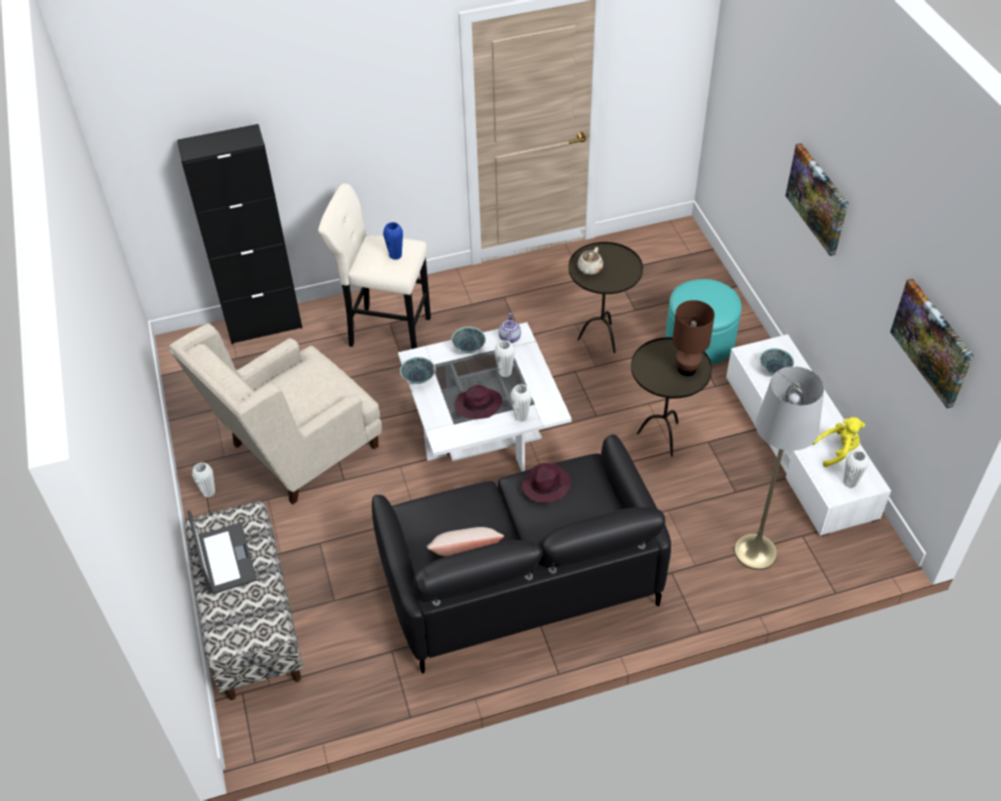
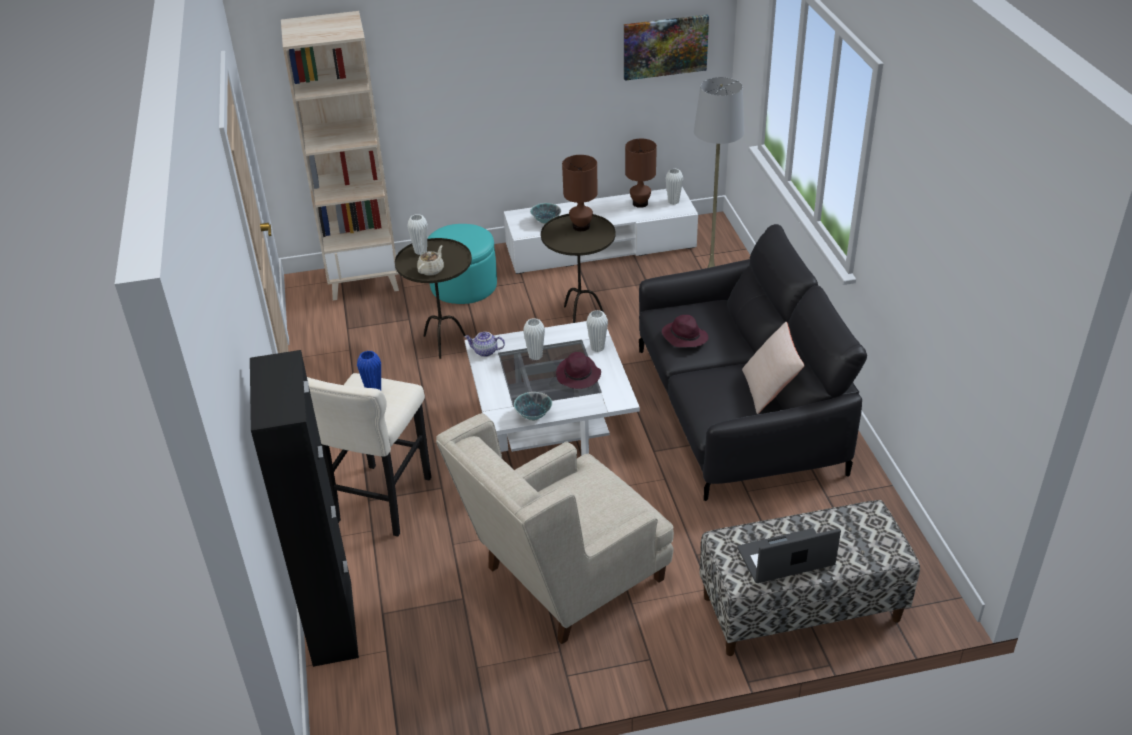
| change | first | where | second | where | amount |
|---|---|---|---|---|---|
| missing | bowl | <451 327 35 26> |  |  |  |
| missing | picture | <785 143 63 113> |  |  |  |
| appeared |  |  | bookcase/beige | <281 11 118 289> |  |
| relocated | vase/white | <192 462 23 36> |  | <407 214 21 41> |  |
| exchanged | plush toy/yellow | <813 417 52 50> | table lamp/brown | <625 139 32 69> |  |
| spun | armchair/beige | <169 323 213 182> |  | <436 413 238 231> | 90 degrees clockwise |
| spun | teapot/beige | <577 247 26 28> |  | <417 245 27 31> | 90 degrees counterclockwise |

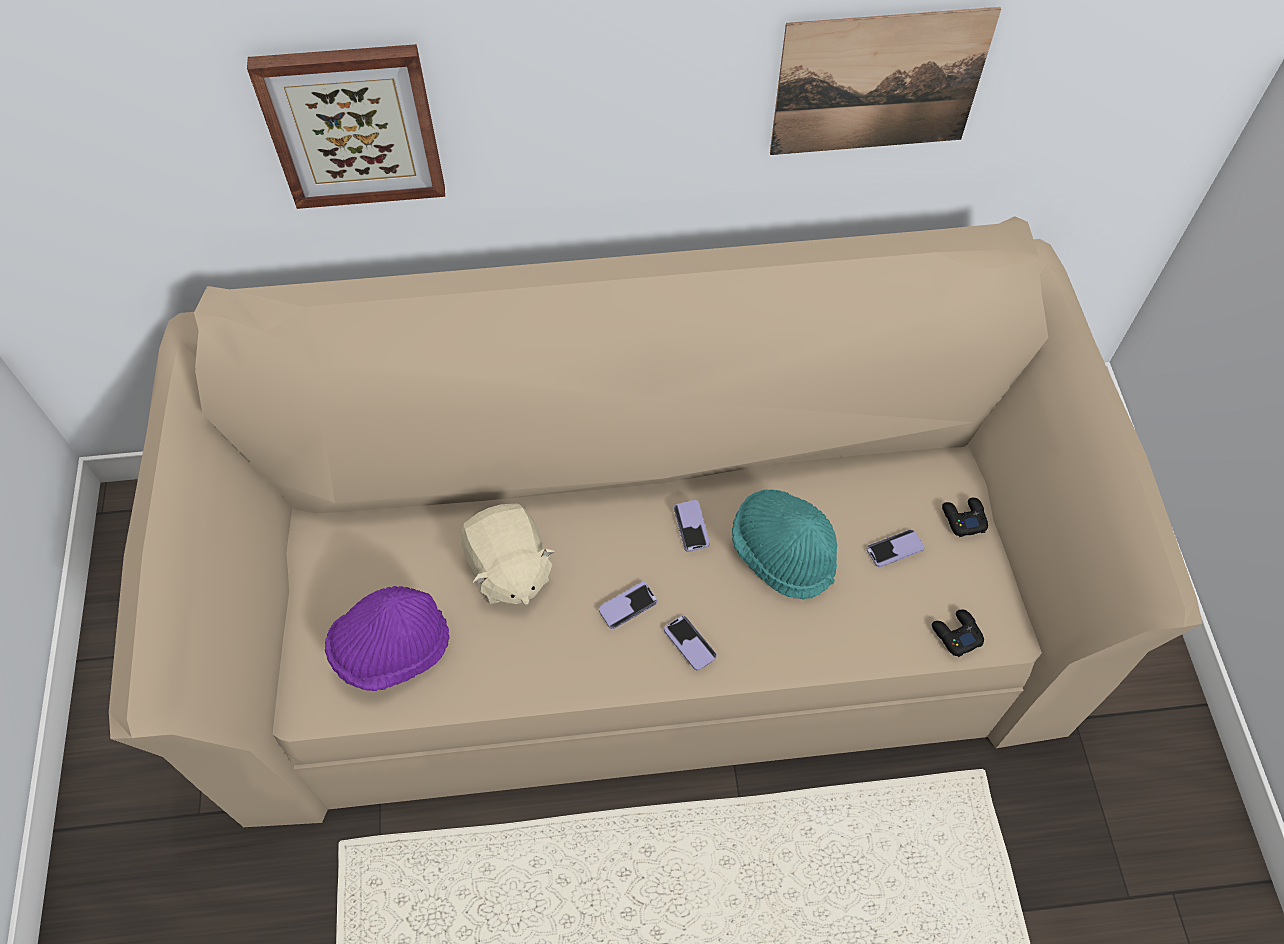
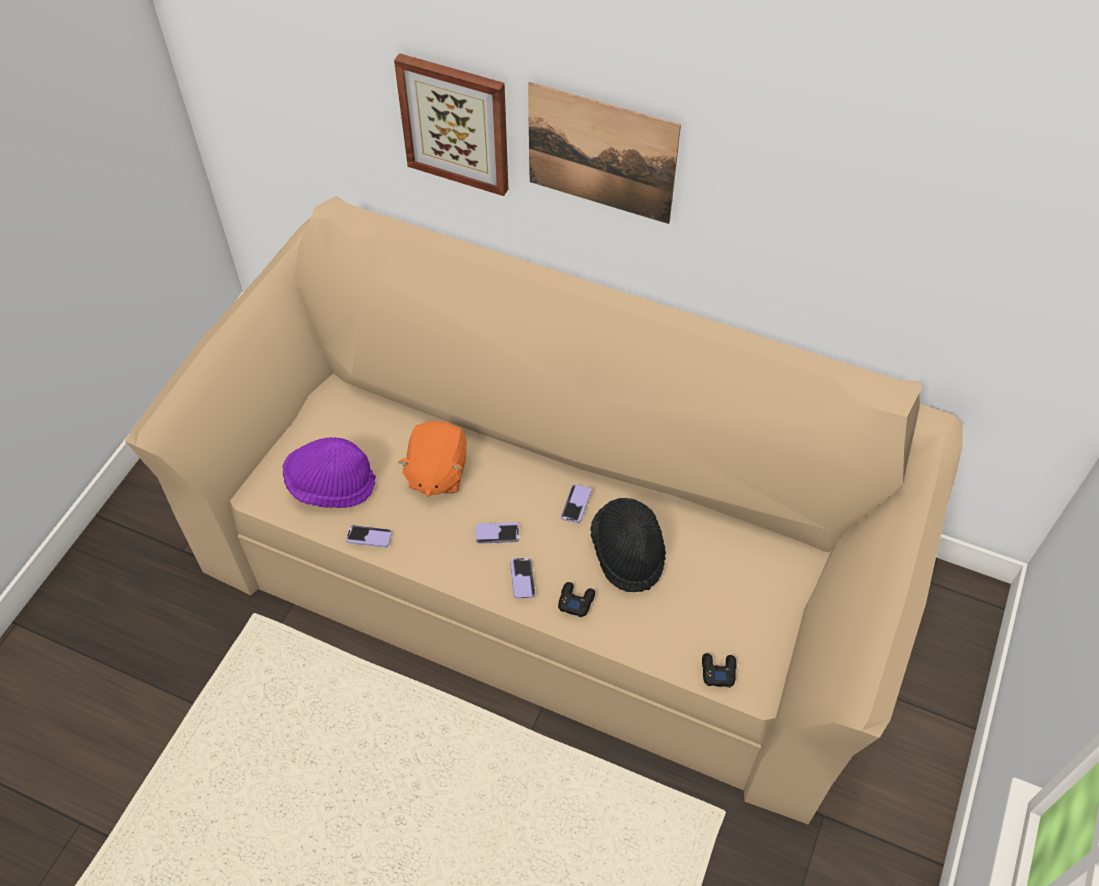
| change | first | where | second | where | amount |
|---|---|---|---|---|---|
| relocated | picture | <770 7 231 148> |  | <528 82 153 142> |  |
| relocated | phone | <866 529 58 38> |  | <346 525 46 22> |  |
| relocated | game controller/black | <942 498 46 39> |  | <558 582 37 35> |  |
| colour | plush toy/beige | <461 504 94 101> | plush toy/orange | <398 421 69 76> |  |
| colour | hat/turquoise | <732 490 105 109> | hat/black | <590 498 76 95> |  |

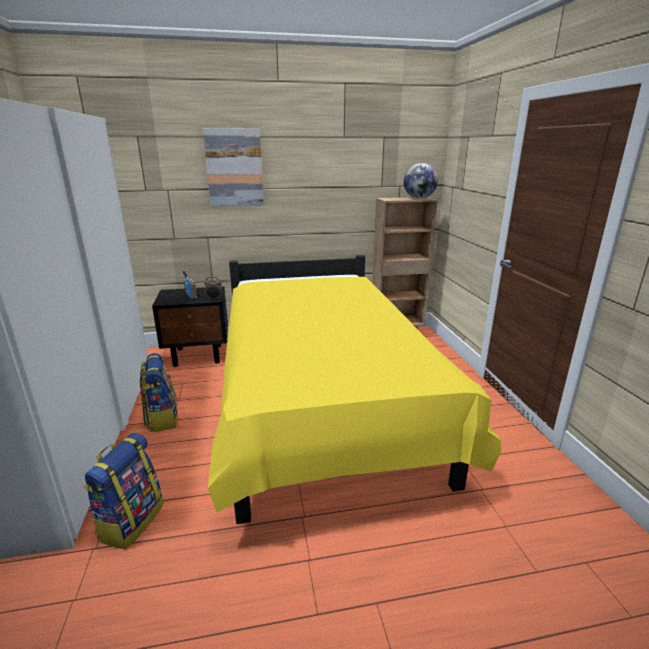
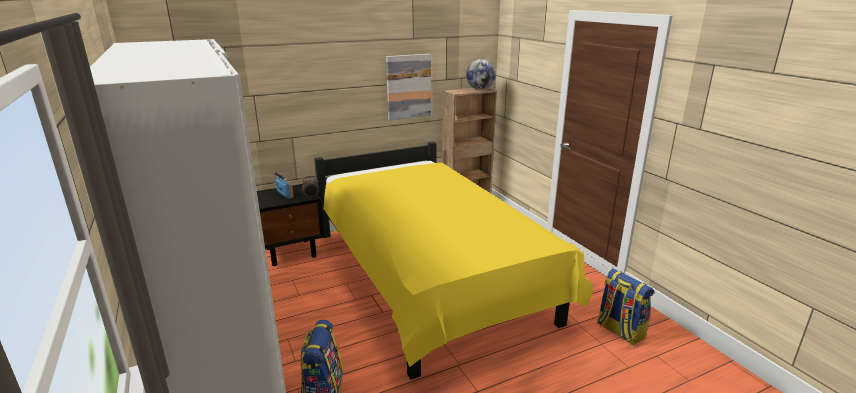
| change | first | where | second | where | amount |
|---|---|---|---|---|---|
| relocated | backpack | <139 353 39 79> |  | <597 269 57 76> |  |
| relocated | picture | <203 128 61 78> |  | <386 54 45 66> |  |

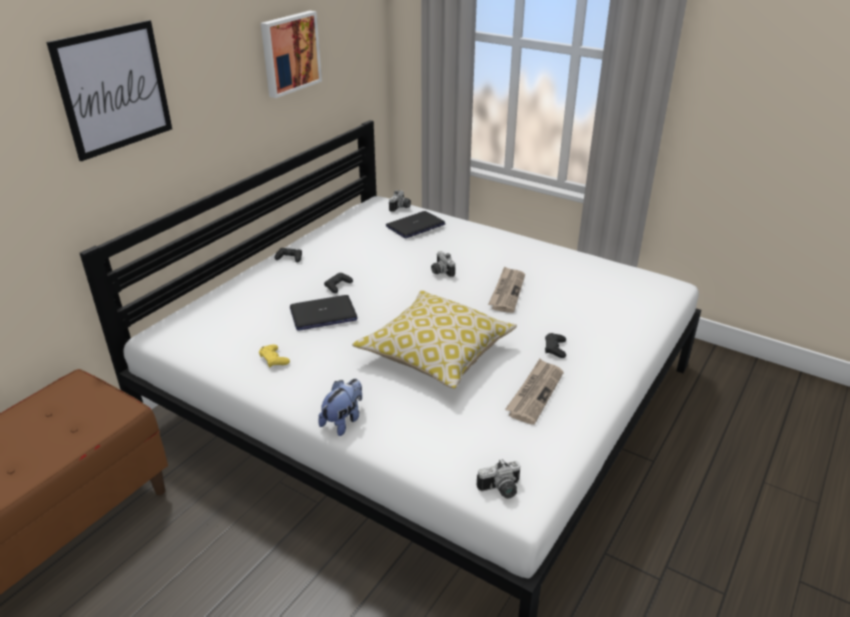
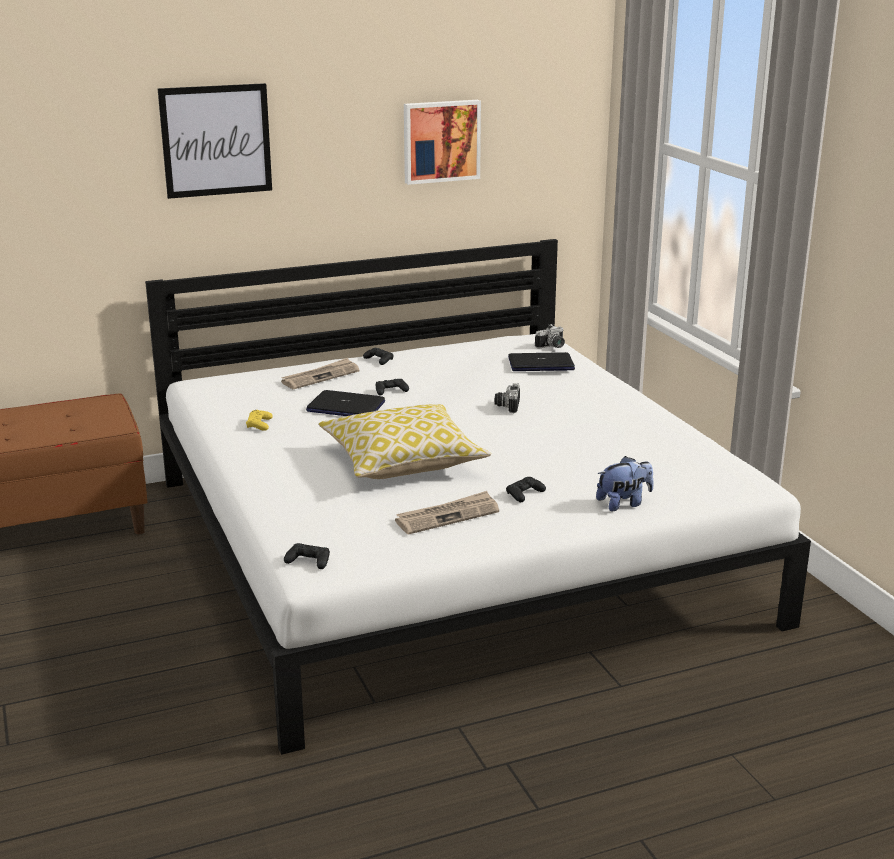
| change | first | where | second | where | amount |
|---|---|---|---|---|---|
| relocated | plush toy | <318 379 44 57> |  | <596 456 58 55> |  |
| relocated | newspaper | <488 266 37 47> |  | <281 358 78 31> |  |
| exchanged | photo camera | <476 459 45 40> | game controller/black | <284 543 46 26> |  |

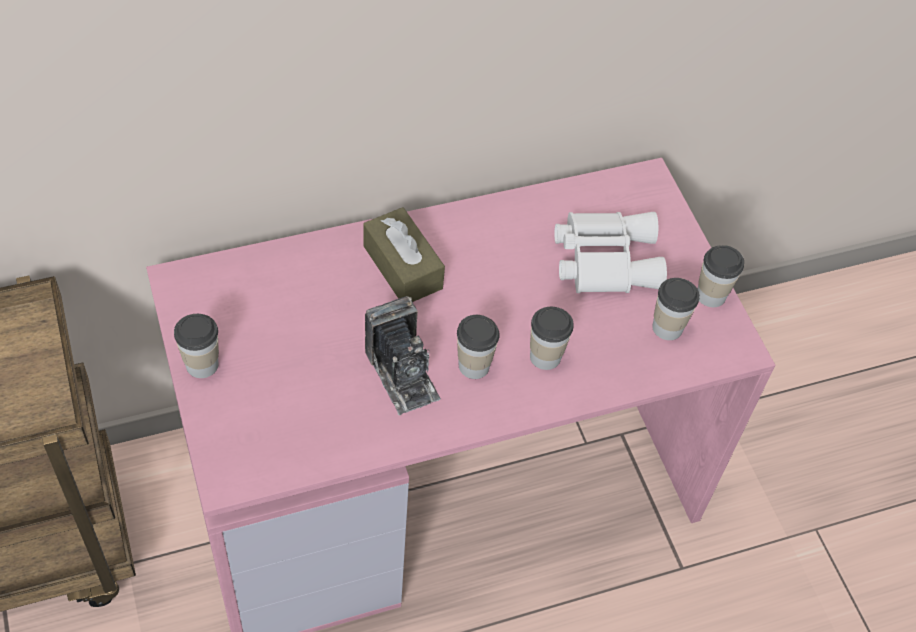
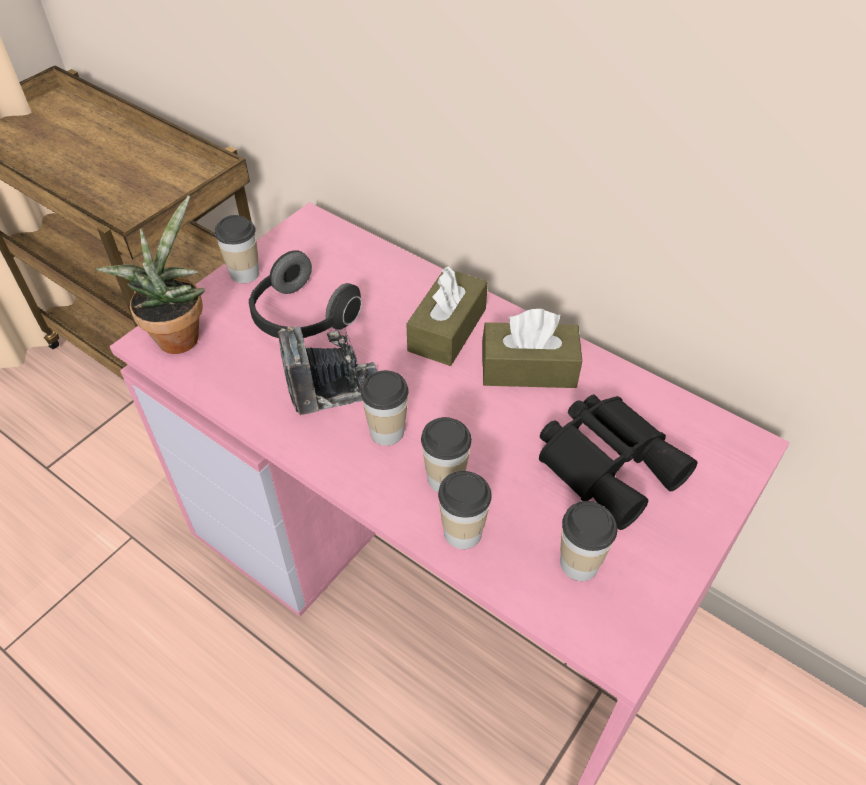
| change | first | where | second | where | amount |
|---|---|---|---|---|---|
| appeared |  |  | potted plant | <96 196 109 158> |  |
| appeared |  |  | headphones | <249 250 113 88> |  |
| appeared |  |  | tissue box/brown | <482 309 100 79> |  |
| relocated | cup | <698 245 46 62> |  | <438 471 54 78> |  |
| colour | binoculars/white | <554 212 113 81> | binoculars/black | <539 395 158 135> |  |
| spun | photo camera | <365 296 76 120> |  | <278 326 100 89> | 135 degrees counterclockwise |

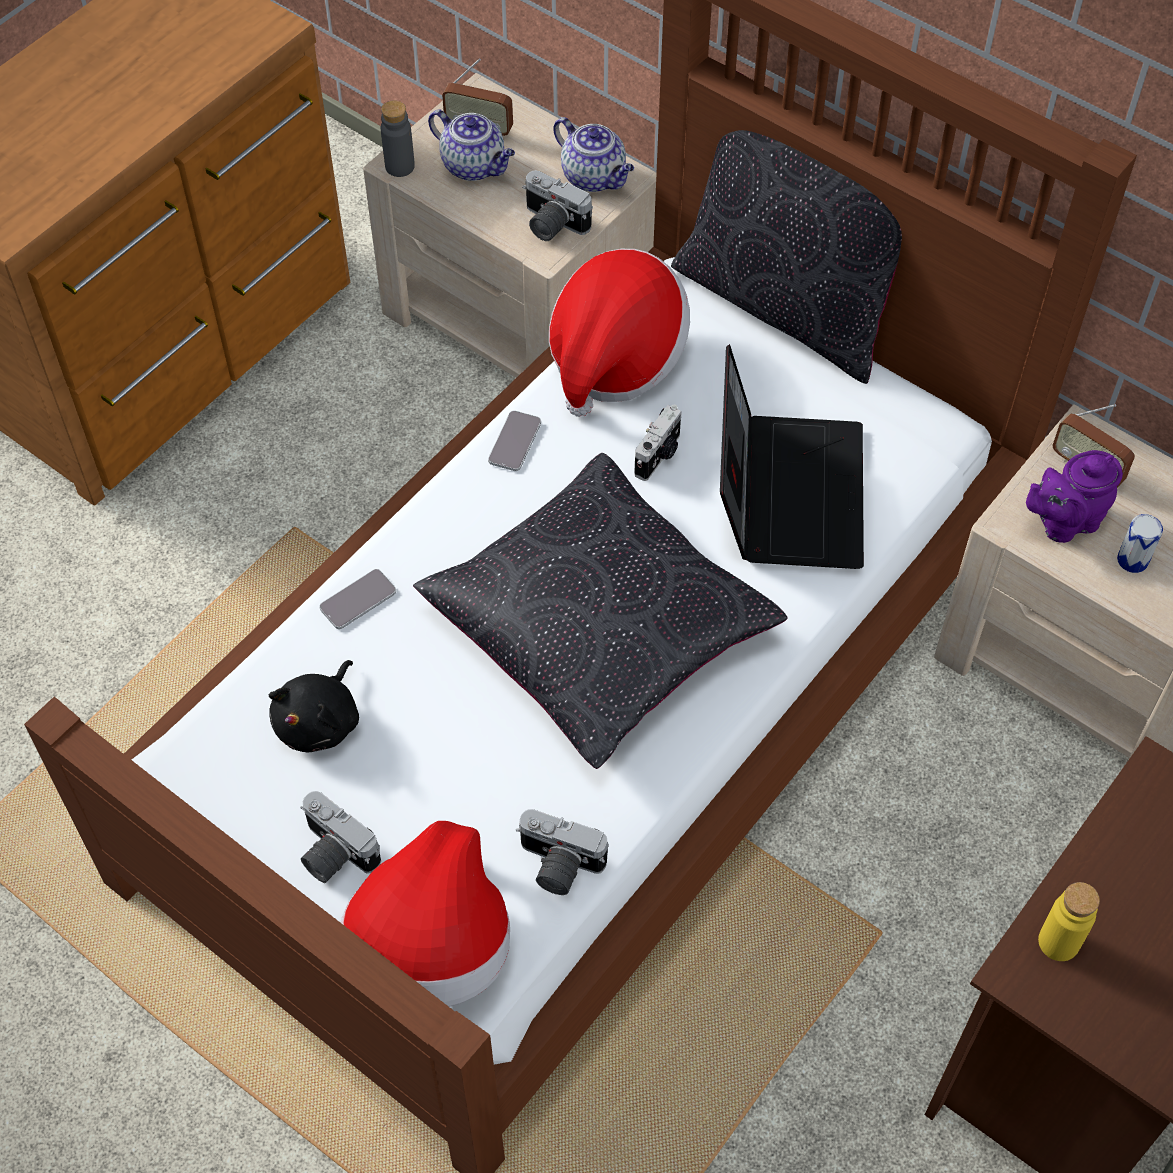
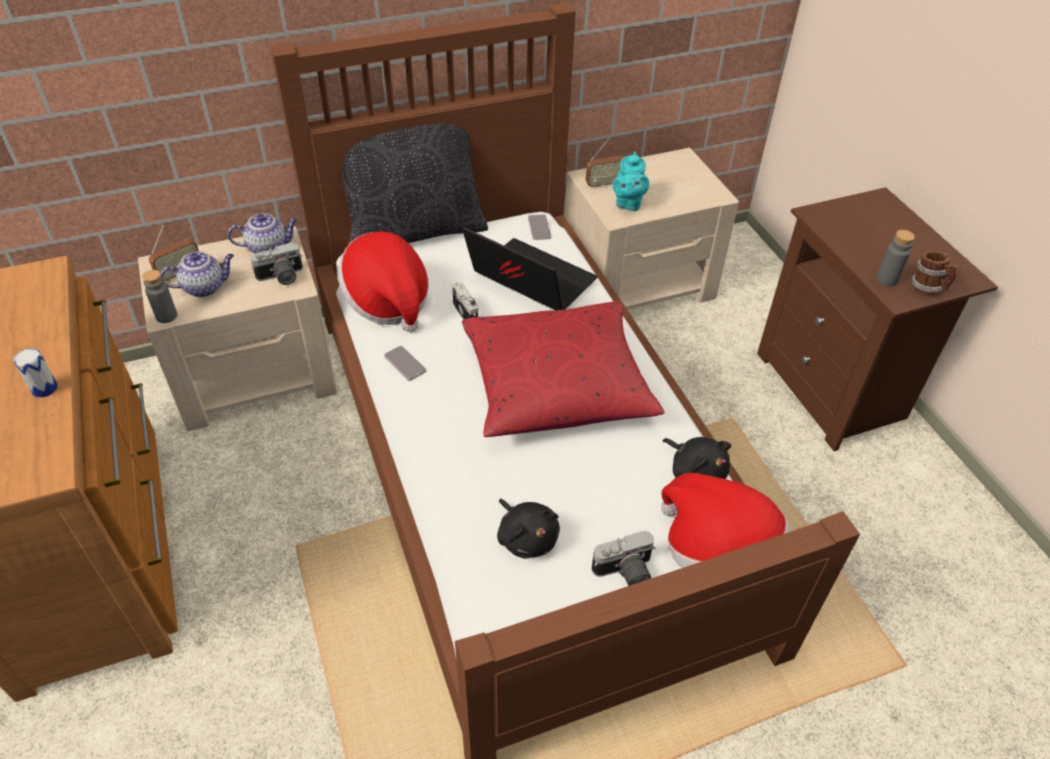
| change | first | where | second | where | amount |
|---|---|---|---|---|---|
| appeared |  |  | mug | <912 251 46 44> |  |
| relocated | phone | <319 569 77 60> |  | <528 214 23 26> |  |
| relocated | can | <1117 514 46 59> |  | <13 348 45 50> |  |
| exchanged | photo camera | <515 809 94 86> | plush toy/black | <663 437 68 42> |  |
| colour | pillow/black | <413 453 374 316> | pillow/red | <462 302 203 135> |  |
| colour | teapot/purple | <1026 450 97 93> | teapot/turquoise | <612 151 37 60> |  |
| colour | bottle/yellow | <1038 882 62 79> | bottle/grey | <876 230 39 56> |  |

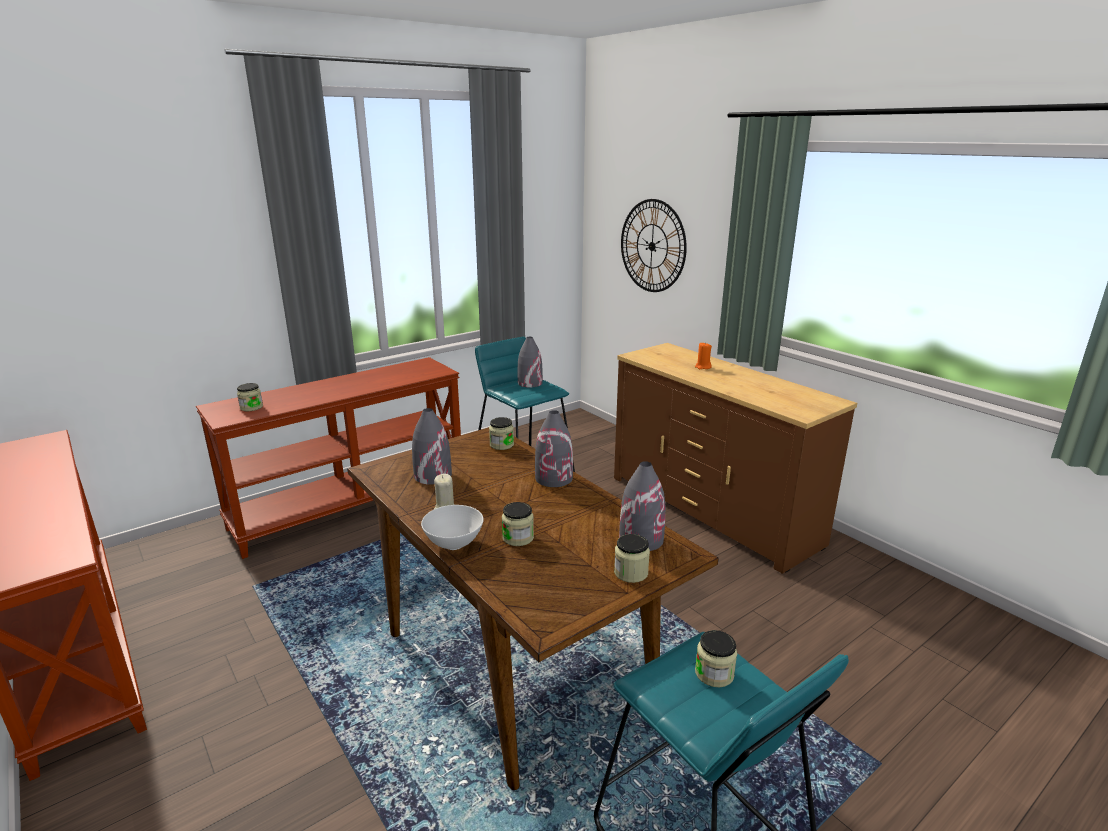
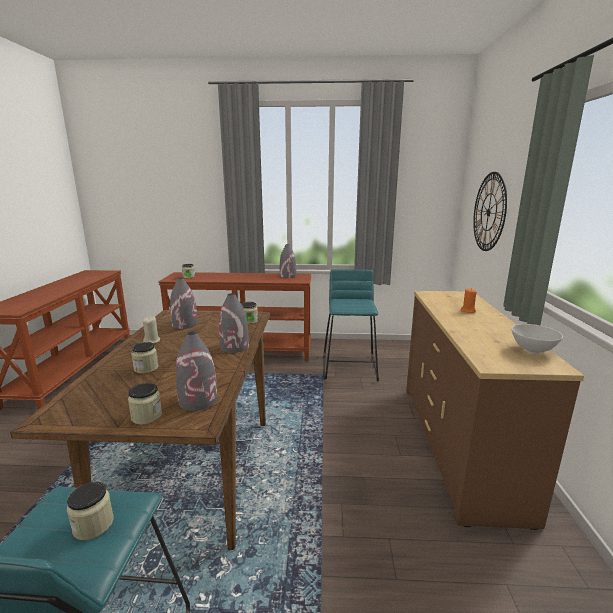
| change | first | where | second | where | amount |
|---|---|---|---|---|---|
| relocated | bowl/white | <421 505 62 45> |  | <511 324 52 30> |  |
| relocated | vase/grey | <518 337 25 51> |  | <280 244 16 34> |  |

